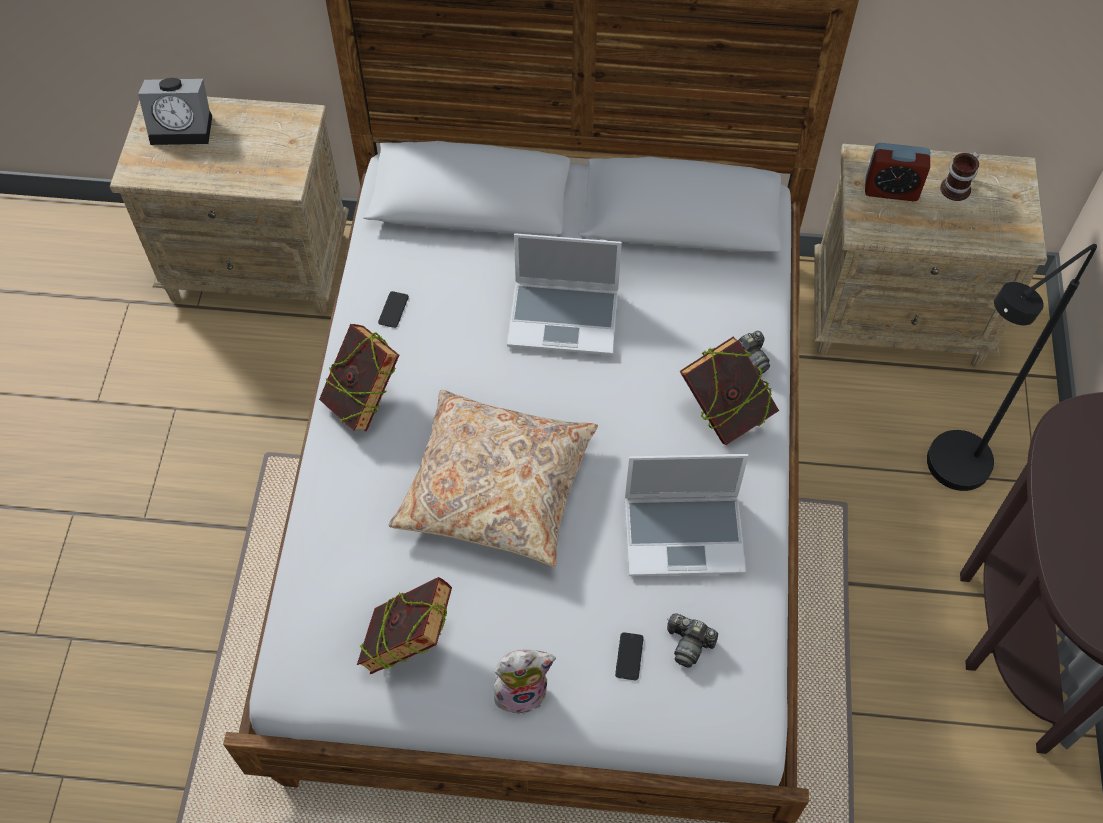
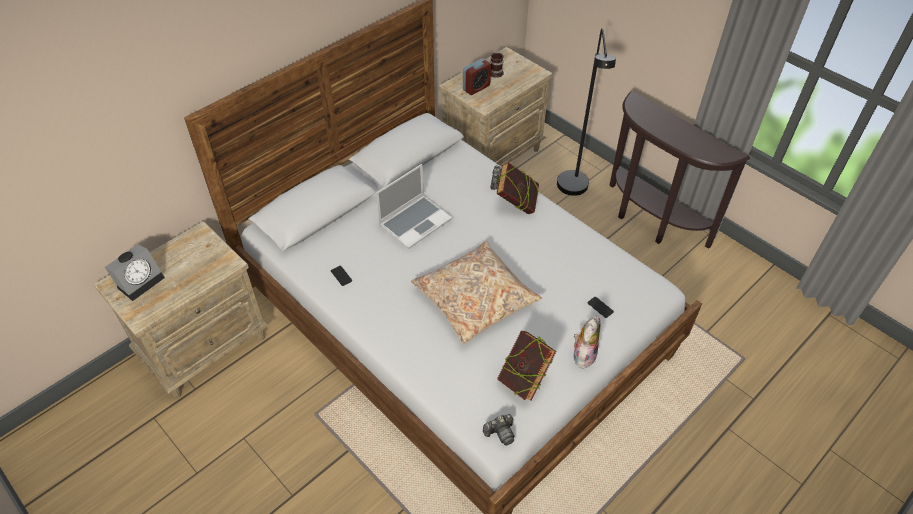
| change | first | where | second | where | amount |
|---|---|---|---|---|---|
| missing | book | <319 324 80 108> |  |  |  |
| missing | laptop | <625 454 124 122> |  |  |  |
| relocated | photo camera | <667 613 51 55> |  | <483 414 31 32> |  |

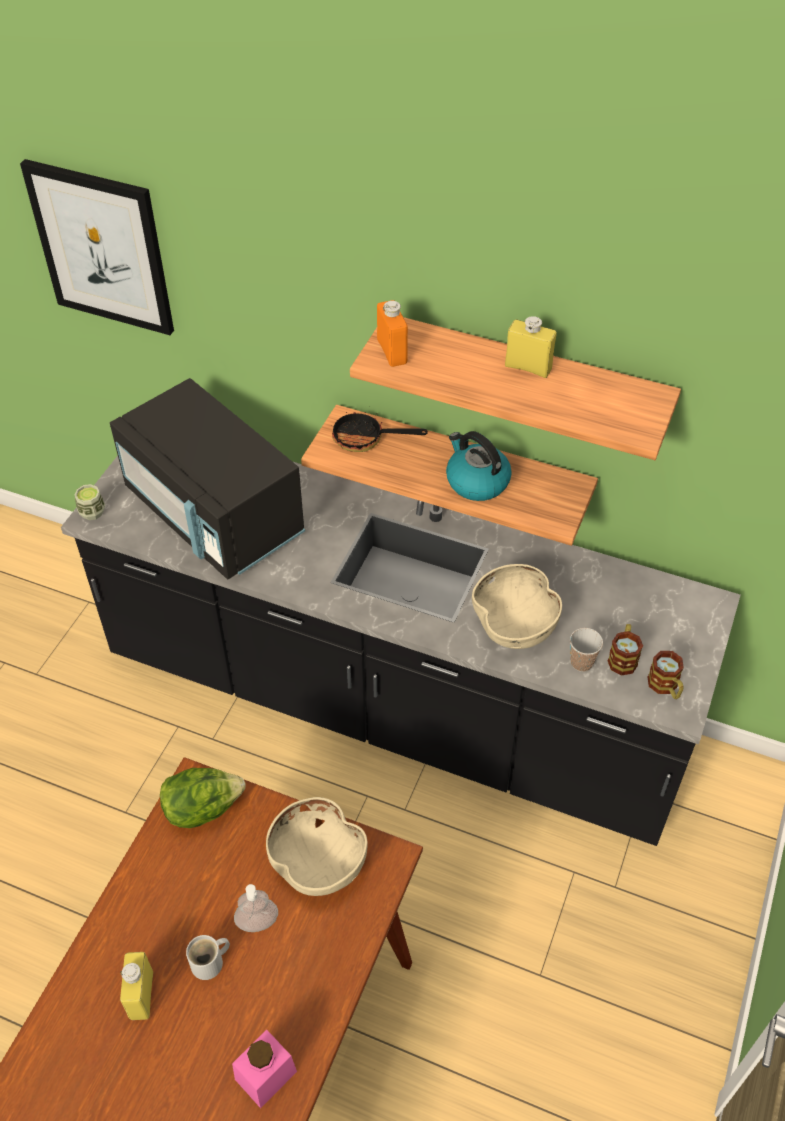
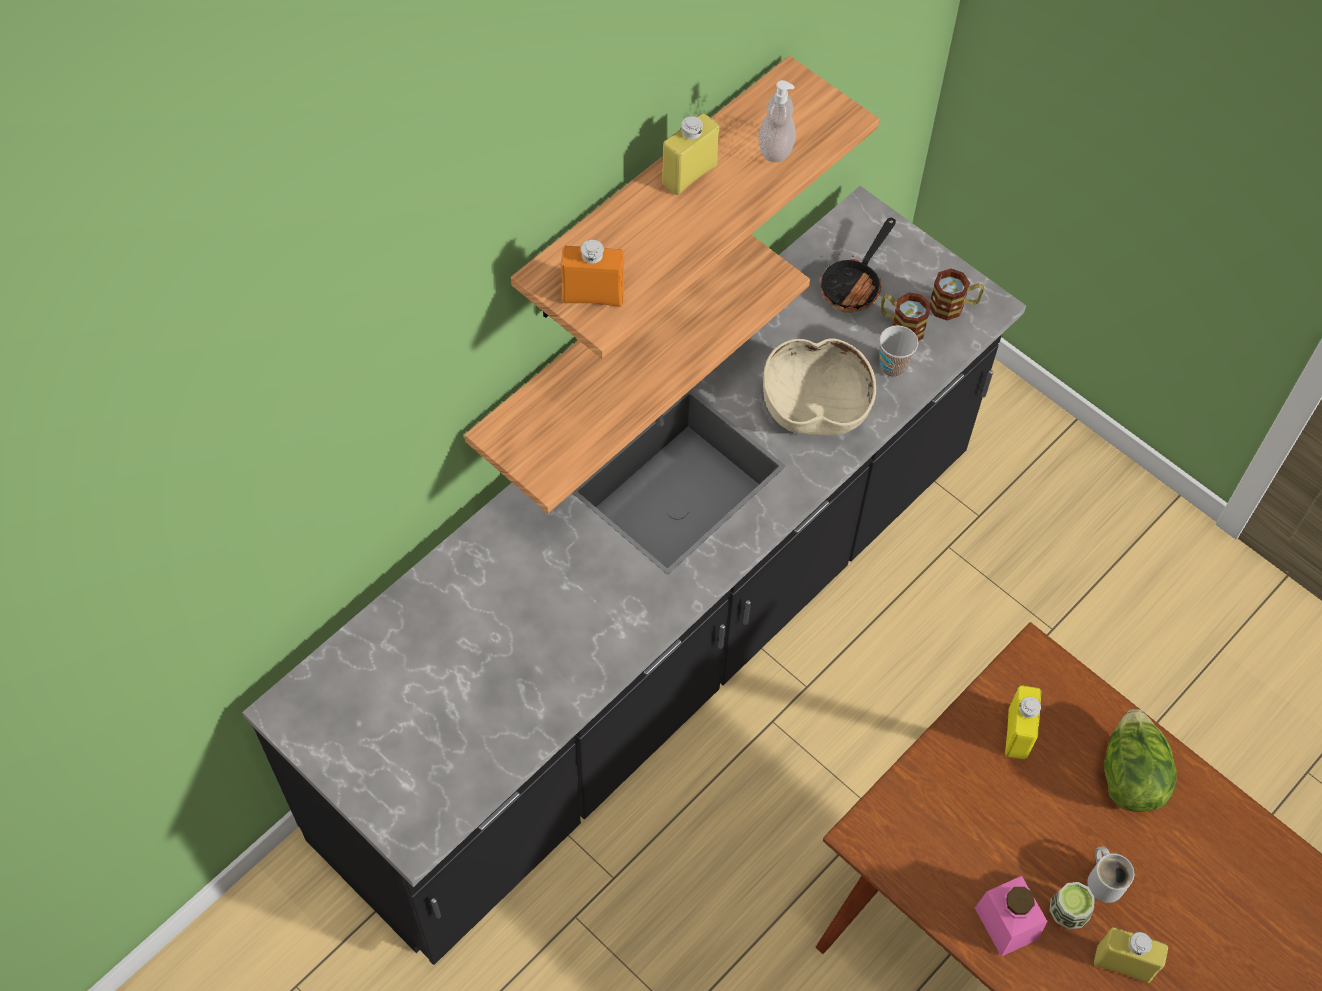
| change | first | where | second | where | amount |
|---|---|---|---|---|---|
| missing | picture | <20 159 154 176> |  |  |  |
| missing | microwave/black | <110 378 195 201> |  |  |  |
| missing | kettle | <446 431 66 70> |  |  |  |
| relocated | cup | <75 484 30 36> |  | <1050 882 45 47> |  |
| relocated | lettuce | <160 768 85 60> |  | <1104 709 73 103> |  |
| relocated | jar/pink | <232 1030 65 78> |  | <975 876 72 81> |  |
| relocated | soap dispenser | <234 884 44 48> |  | <758 80 38 82> |  |
| relocated | frying pan | <332 412 96 40> |  | <820 218 76 95> |  |
| exchanged | bowl/beige | <266 797 102 99> | bottle/yellow | <1005 685 36 74> |  |

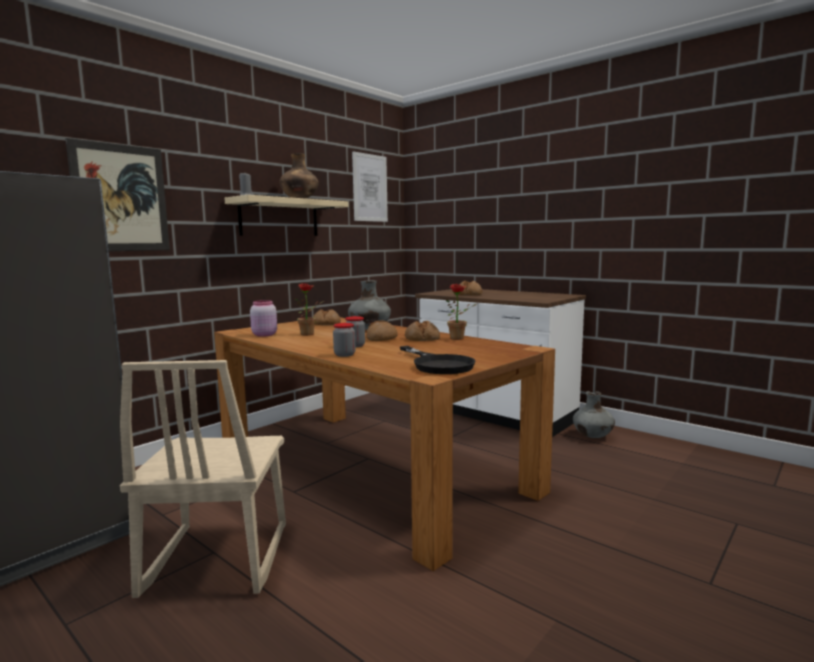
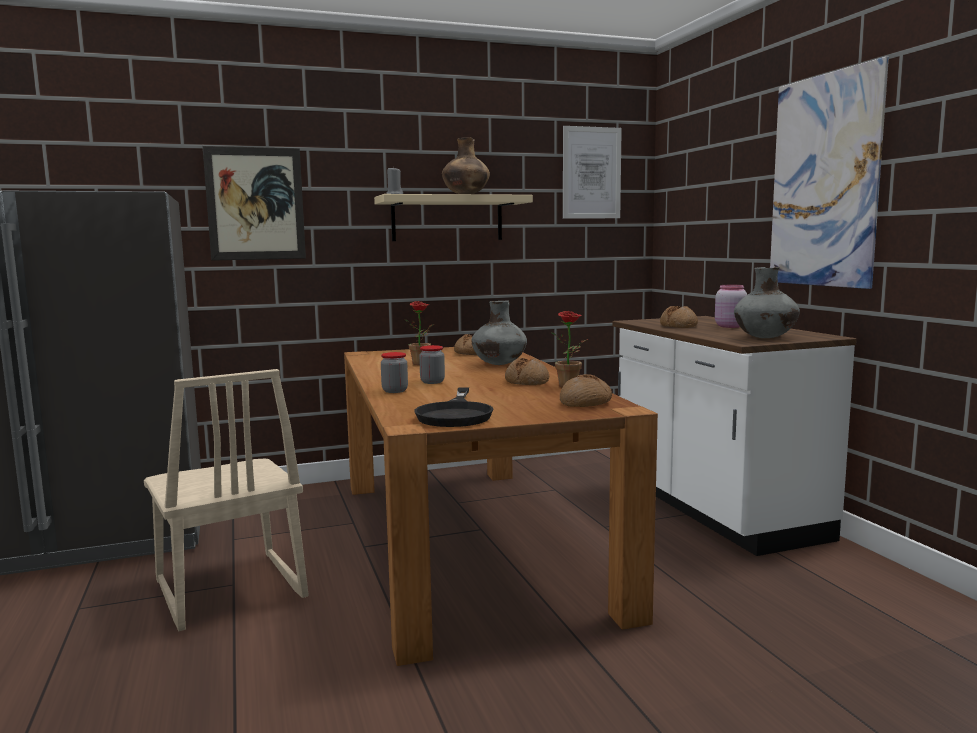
| change | first | where | second | where | amount |
|---|---|---|---|---|---|
| appeared |  |  | picture | <770 56 119 233> |  |
| relocated | jar/pink | <250 300 27 37> |  | <715 285 32 43> |  |
| relocated | bread | <366 320 32 21> |  | <560 374 52 33> |  |
| relocated | vase/grey | <573 391 42 47> |  | <734 267 66 71> |  |
| spun | chair/beige | <120 360 166 238> |  | <144 369 165 262> | 60 degrees counterclockwise |

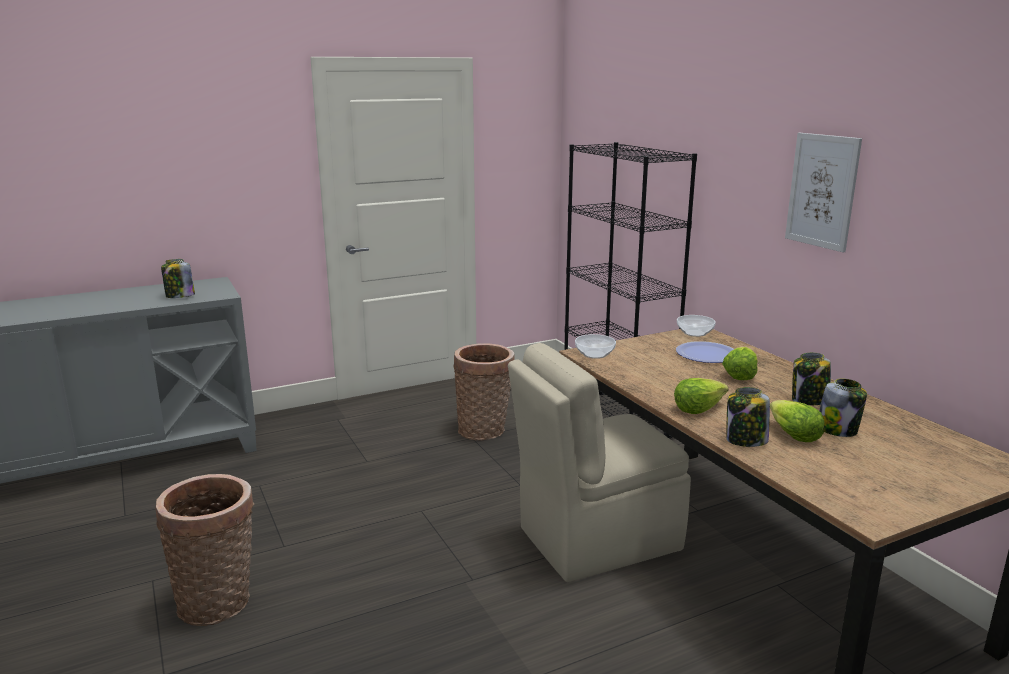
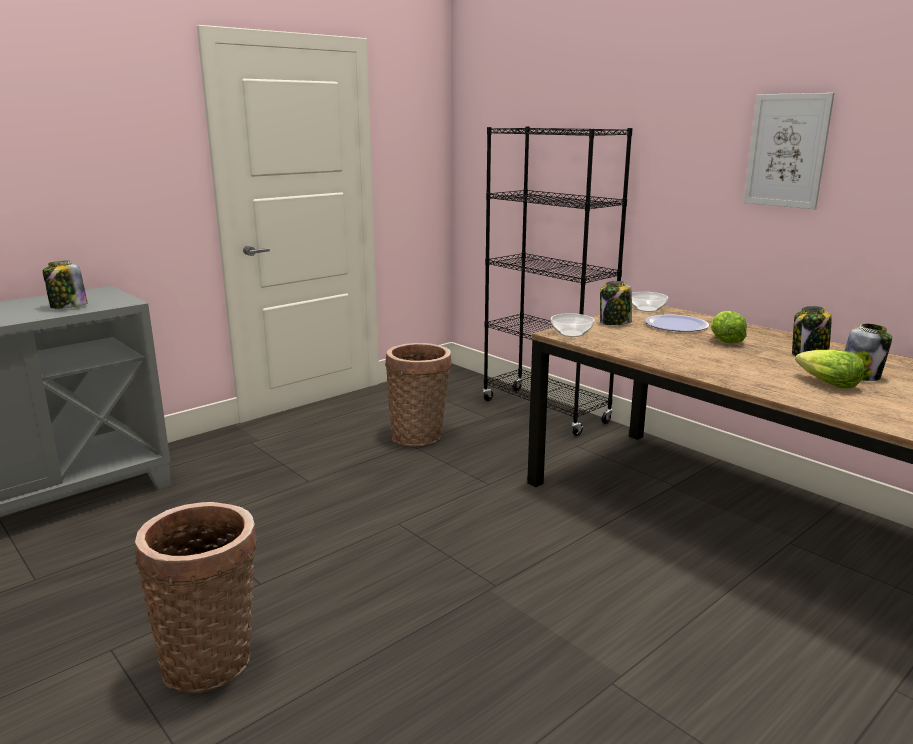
| change | first | where | second | where | amount |
|---|---|---|---|---|---|
| missing | chair/beige | <508 343 183 239> |  |  |  |
| missing | lettuce | <674 378 55 36> |  |  |  |
| relocated | jar | <726 387 44 60> |  | <600 281 32 44> |  |

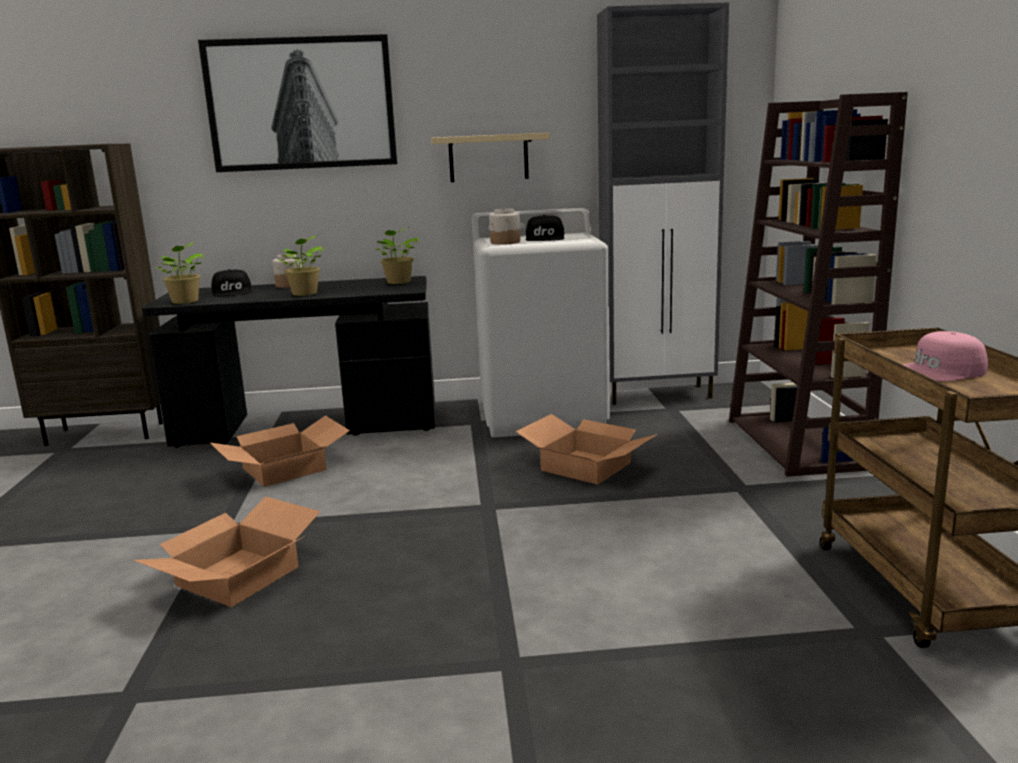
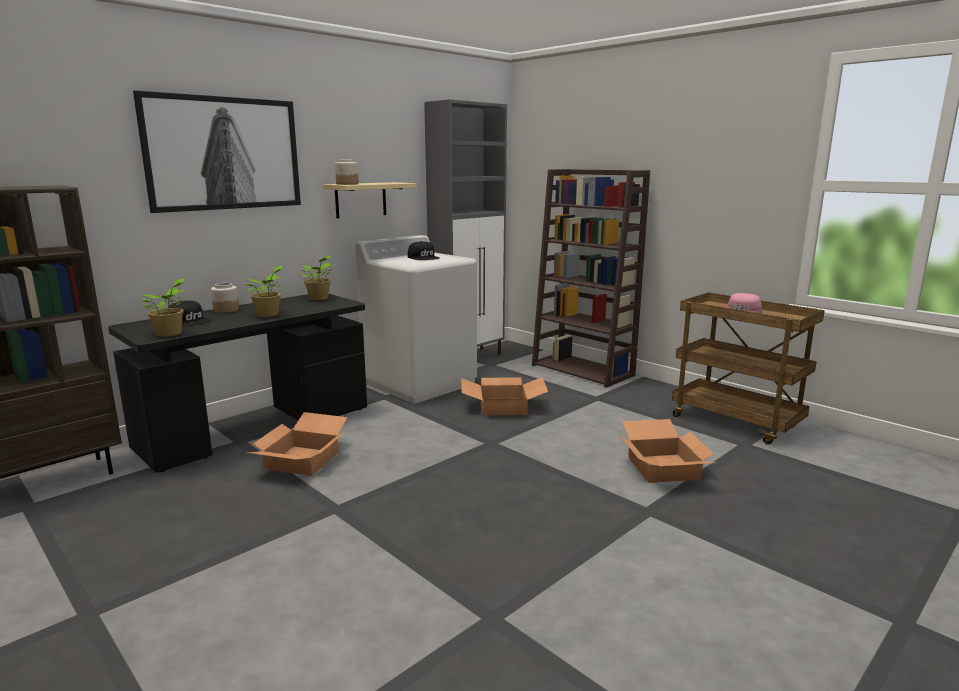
| change | first | where | second | where | amount |
|---|---|---|---|---|---|
| relocated | cardboard box | <133 496 188 111> |  | <621 419 93 64> |  |
| relocated | jar | <489 209 31 36> |  | <335 159 23 26> |  |

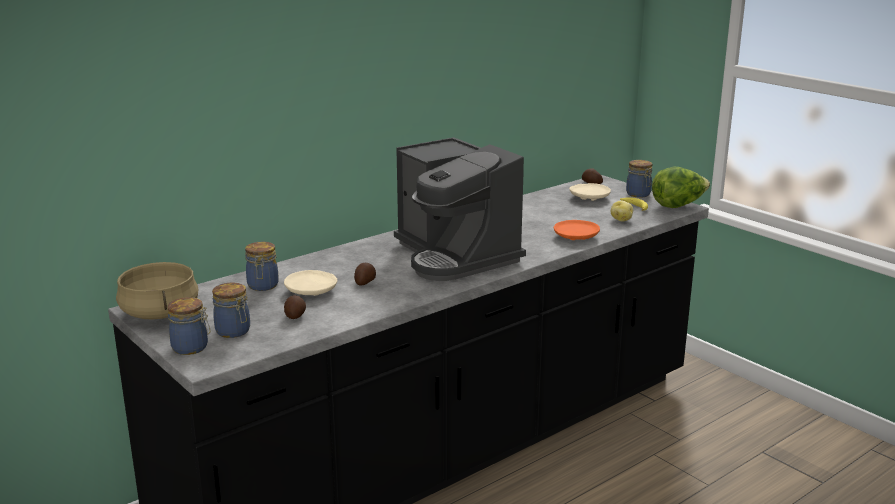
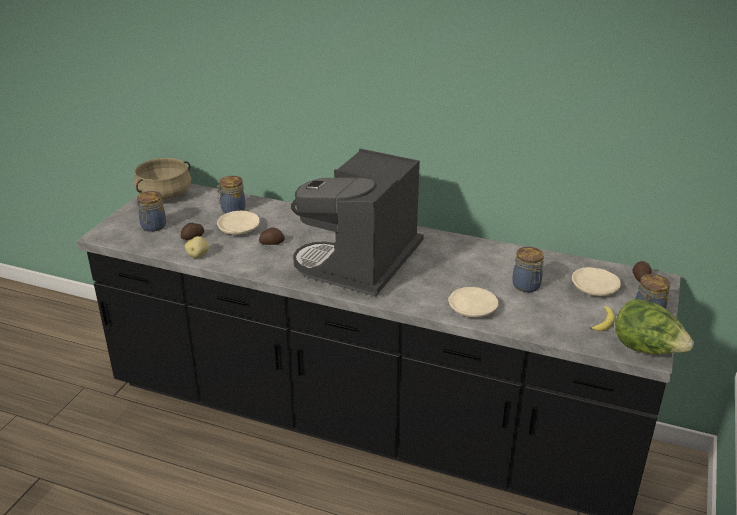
| change | first | where | second | where | amount |
|---|---|---|---|---|---|
| relocated | jar | <167 297 44 58> |  | <512 247 32 46> |  |
| relocated | potato | <611 201 22 20> |  | <185 236 24 22> |  |
| colour | plate/orange | <554 220 46 20> | plate/beige | <448 287 51 30> |  |

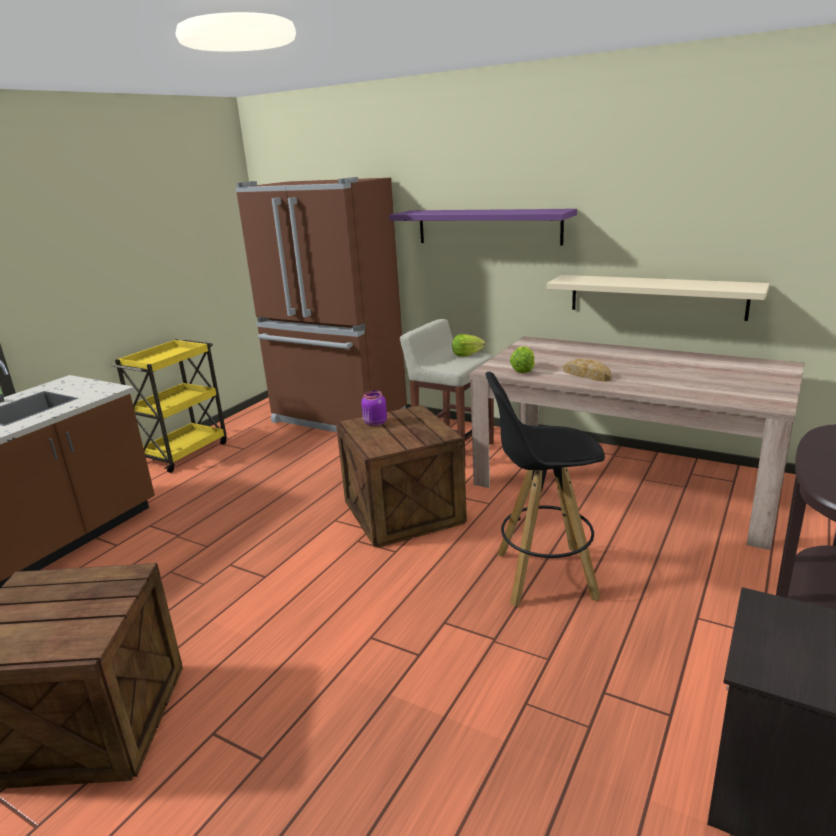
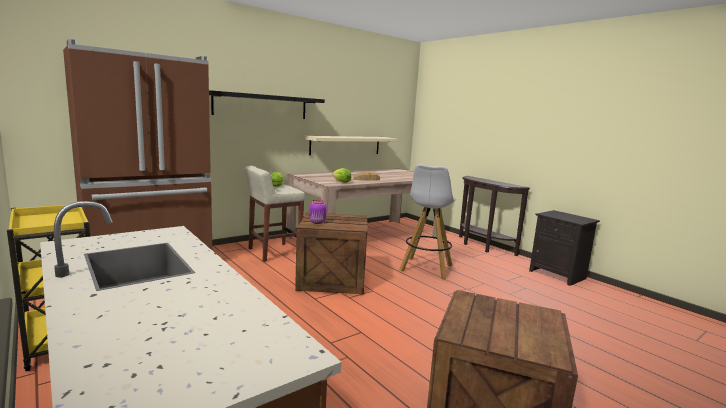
| change | first | where | second | where | amount |
|---|---|---|---|---|---|
| colour | shelf/purple | <389 209 188 36> | shelf/black | <209 91 116 28> |  |
| colour | stool/black | <485 372 120 235> | stool/white | <399 164 57 115> |  |

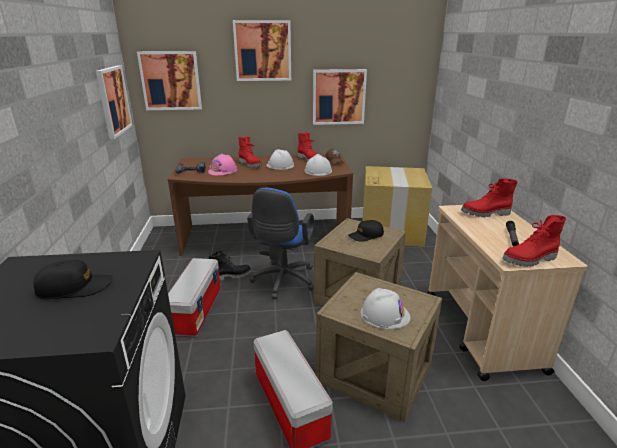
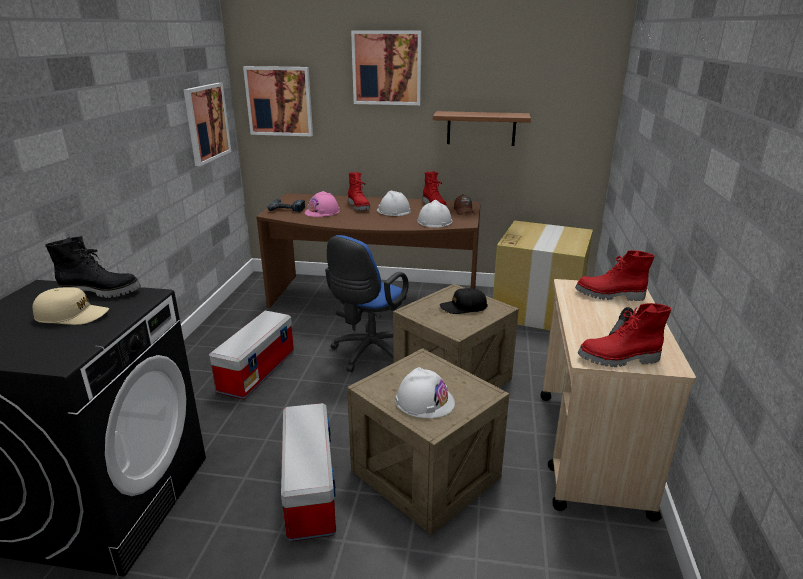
| change | first | where | second | where | amount |
|---|---|---|---|---|---|
| relocated | boot/black | <208 250 44 31> |  | <45 236 96 62> |  |
| exchanged | picture | <313 69 54 56> | shelf | <433 111 98 35> |  |
| colour | cap/black | <33 260 80 39> | cap/beige | <33 287 76 38> |  |

